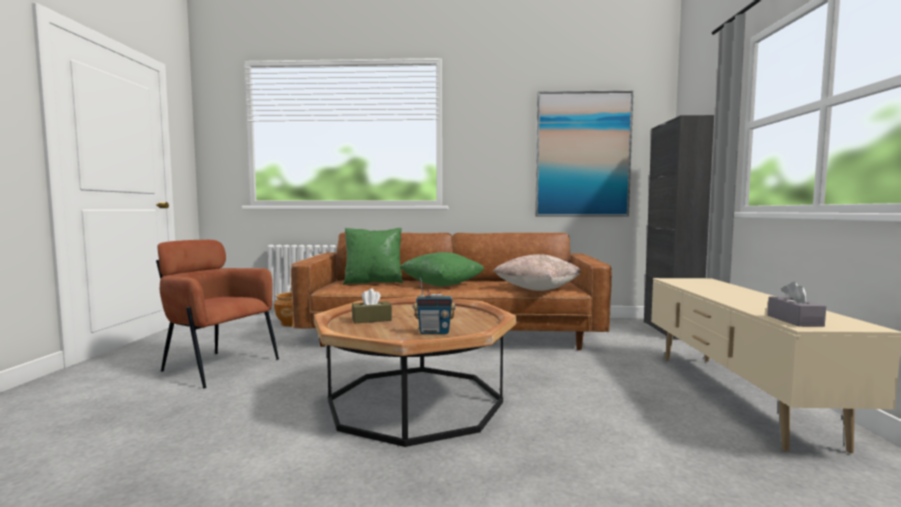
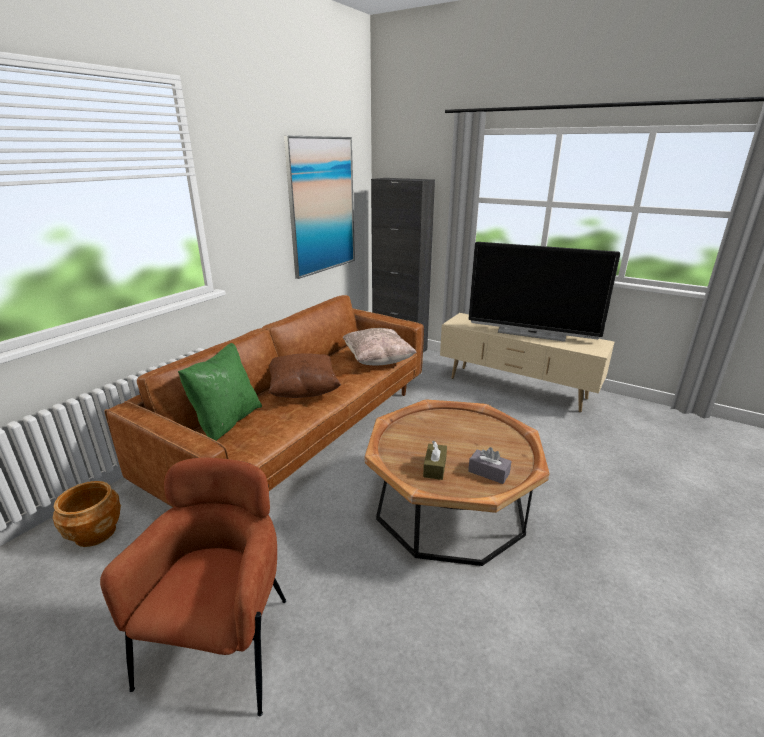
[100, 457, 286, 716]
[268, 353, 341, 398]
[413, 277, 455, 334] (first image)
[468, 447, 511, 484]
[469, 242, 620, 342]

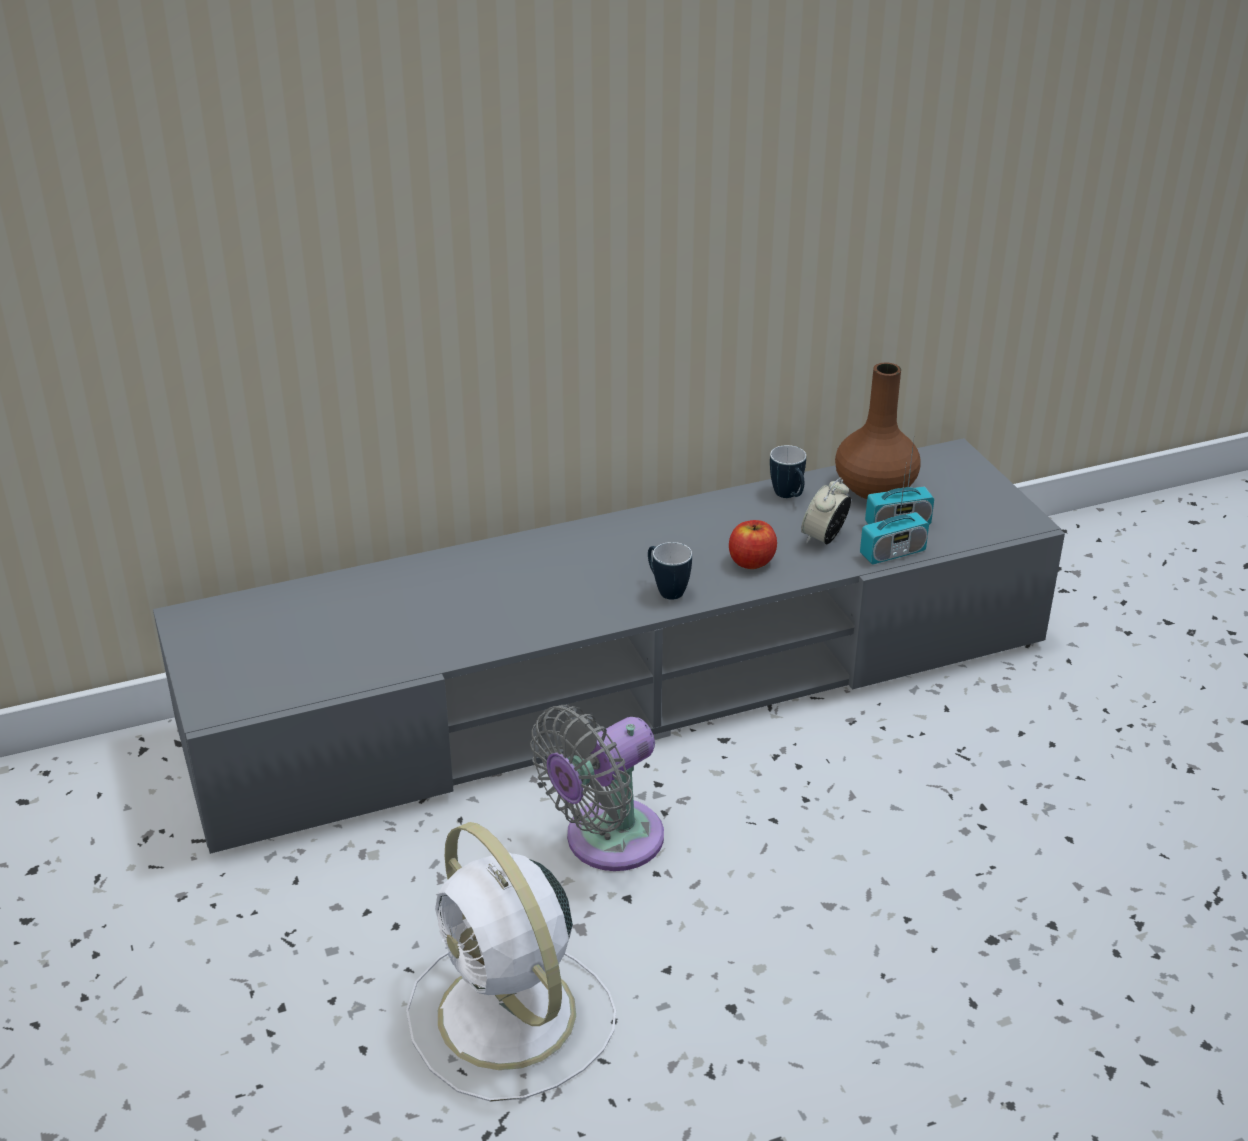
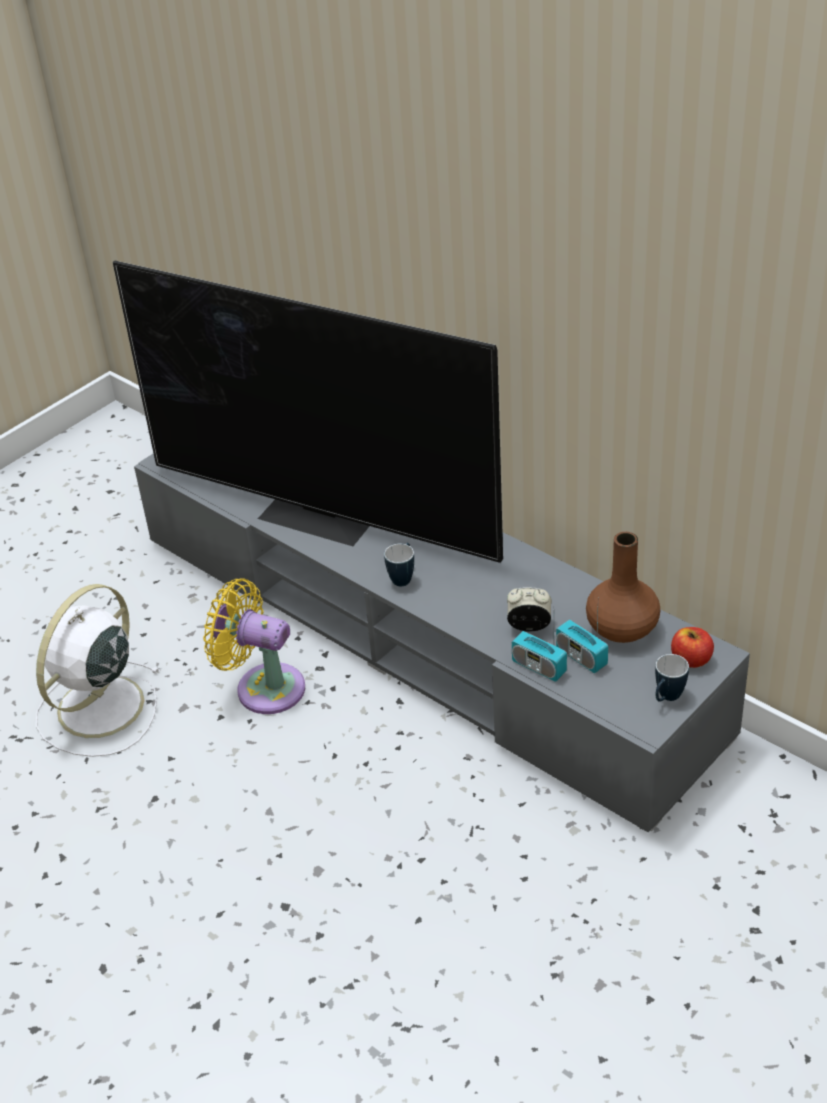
[203, 578, 305, 714]
[671, 627, 714, 668]
[655, 654, 689, 702]
[113, 261, 503, 563]

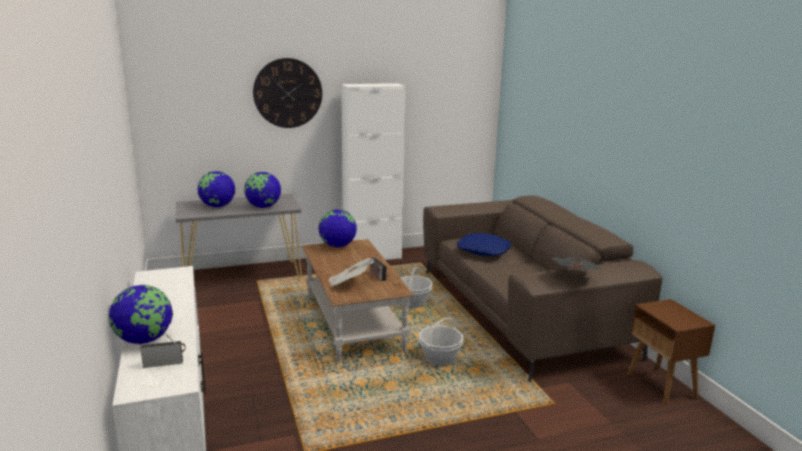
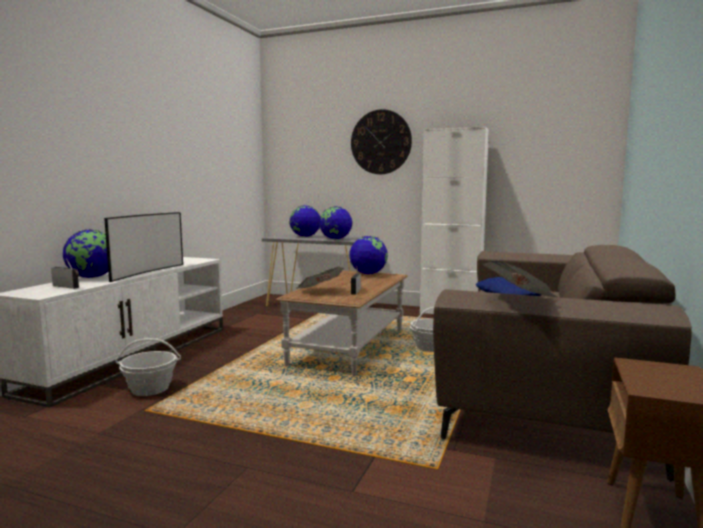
[115, 338, 181, 396]
[104, 212, 183, 282]

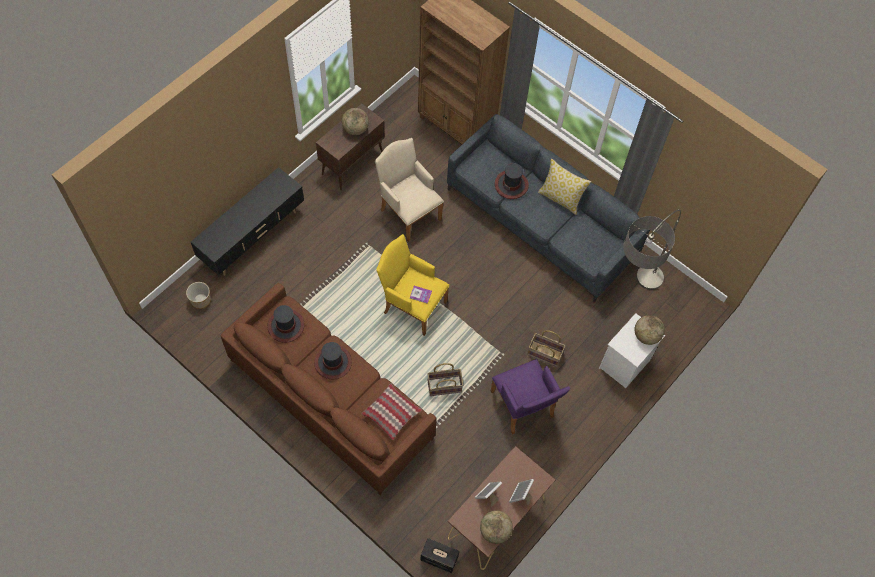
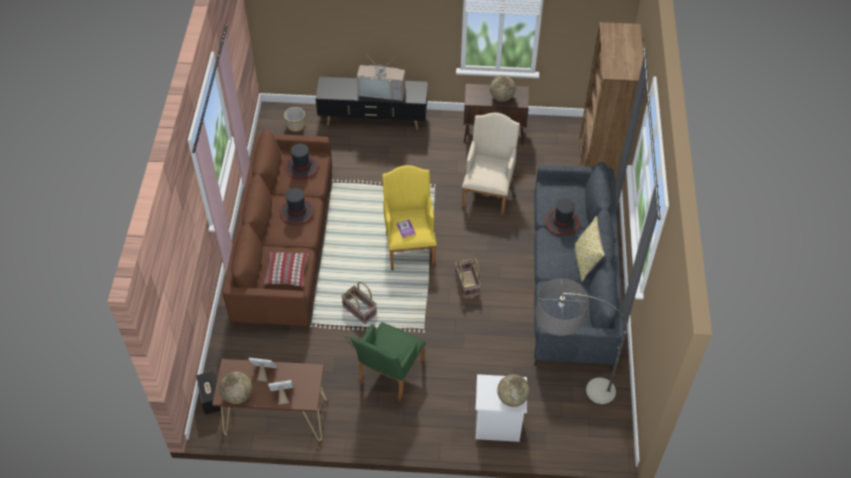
[350, 322, 426, 402]
[455, 258, 481, 298]
[357, 58, 405, 101]

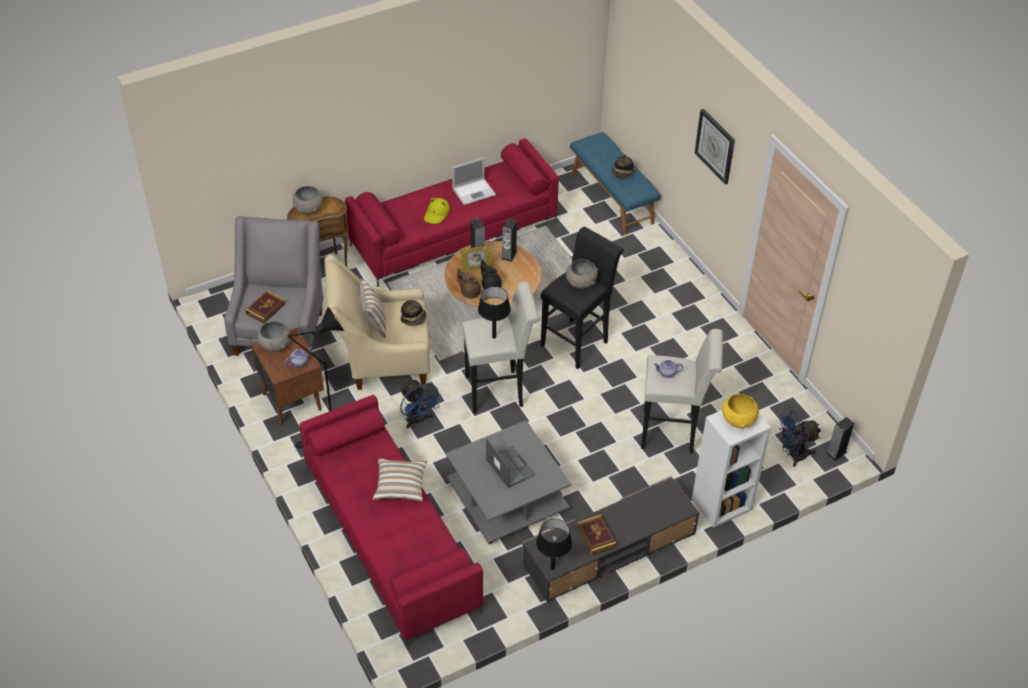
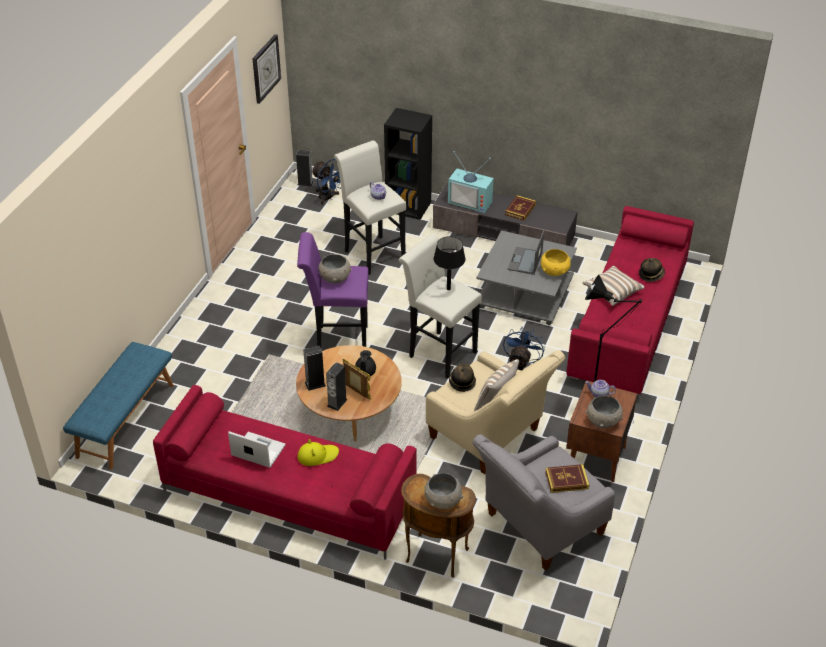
[457, 268, 481, 298] (first image)
[536, 519, 572, 570] (first image)
[297, 232, 369, 348]
[639, 258, 665, 282]
[384, 108, 432, 220]
[252, 34, 281, 104]
[541, 249, 571, 276]
[448, 151, 494, 213]

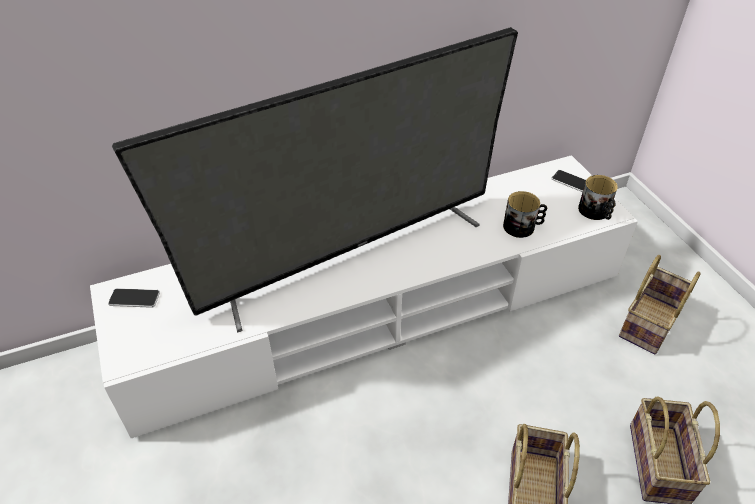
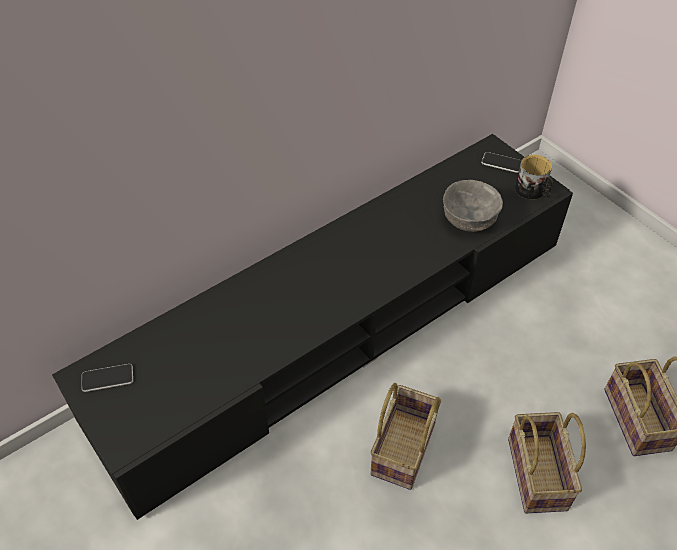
[52, 134, 573, 520]
[112, 27, 518, 333] (first image)
[443, 180, 503, 232]
[370, 383, 441, 490]

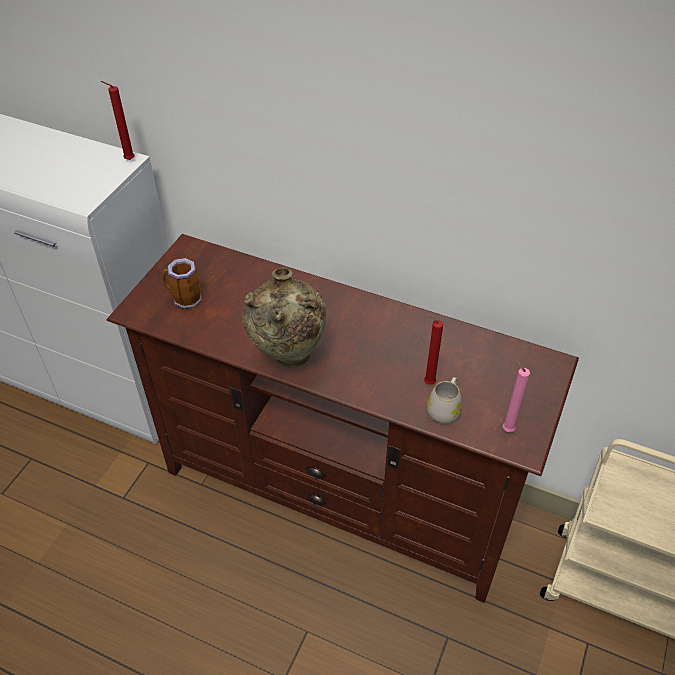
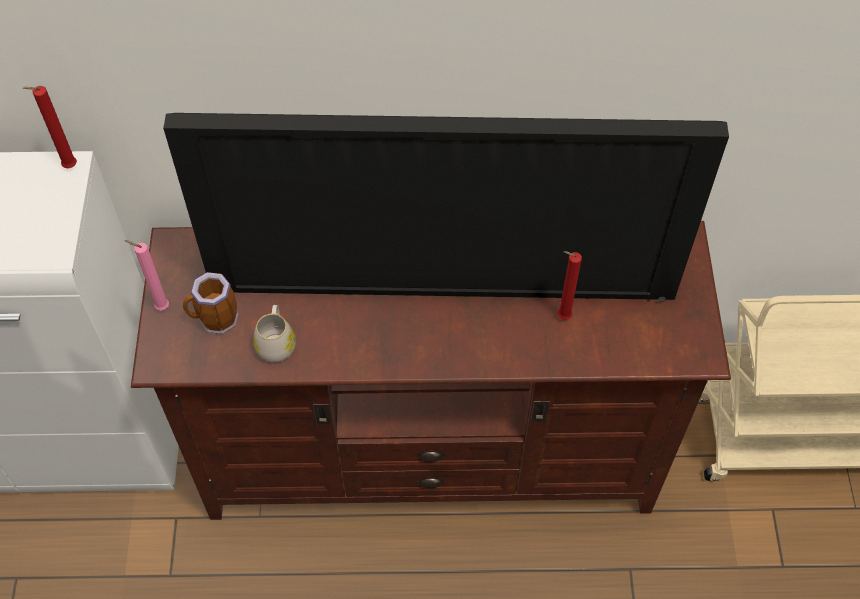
[242, 267, 326, 368] (first image)
[253, 305, 296, 362]
[124, 240, 169, 311]
[163, 113, 729, 302]

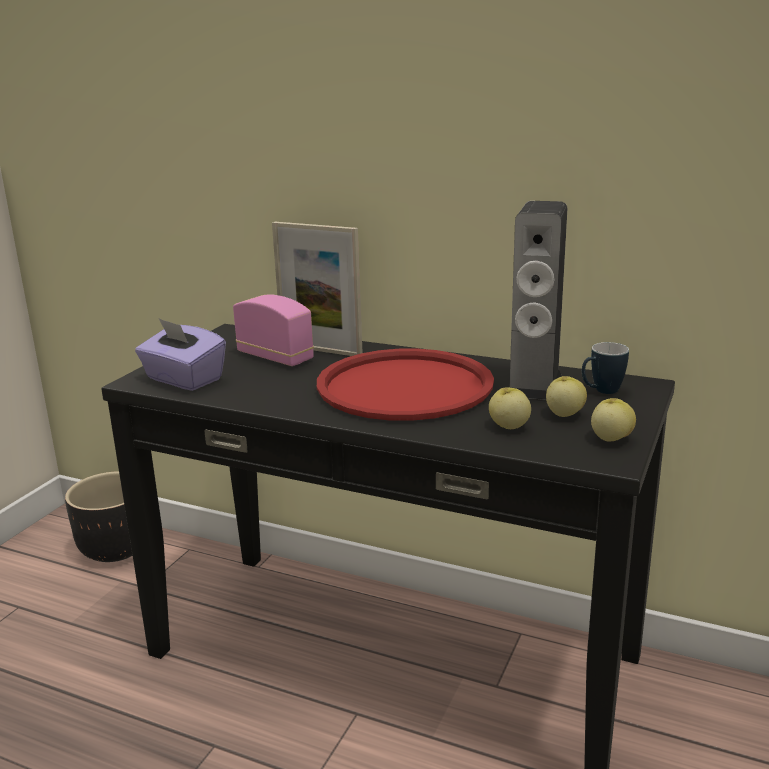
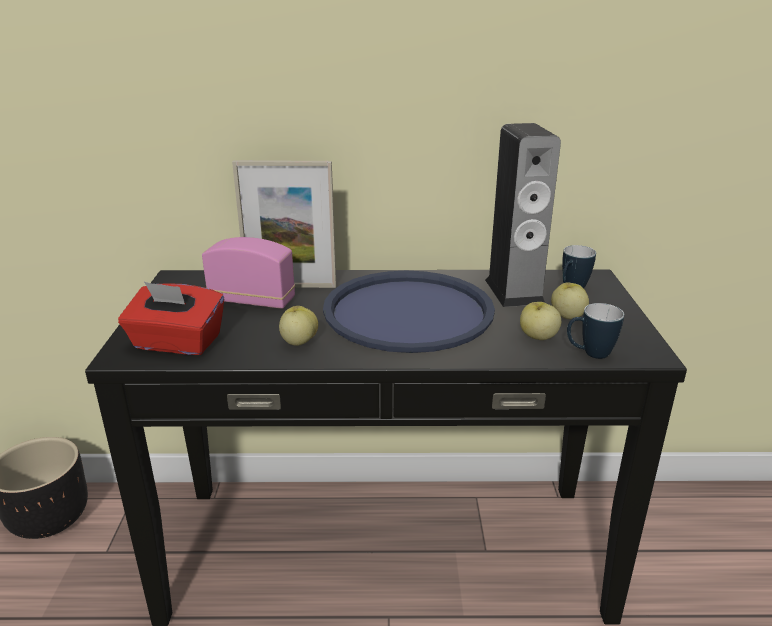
[118, 282, 224, 355]
[323, 271, 495, 353]
[279, 306, 318, 346]
[567, 303, 624, 359]

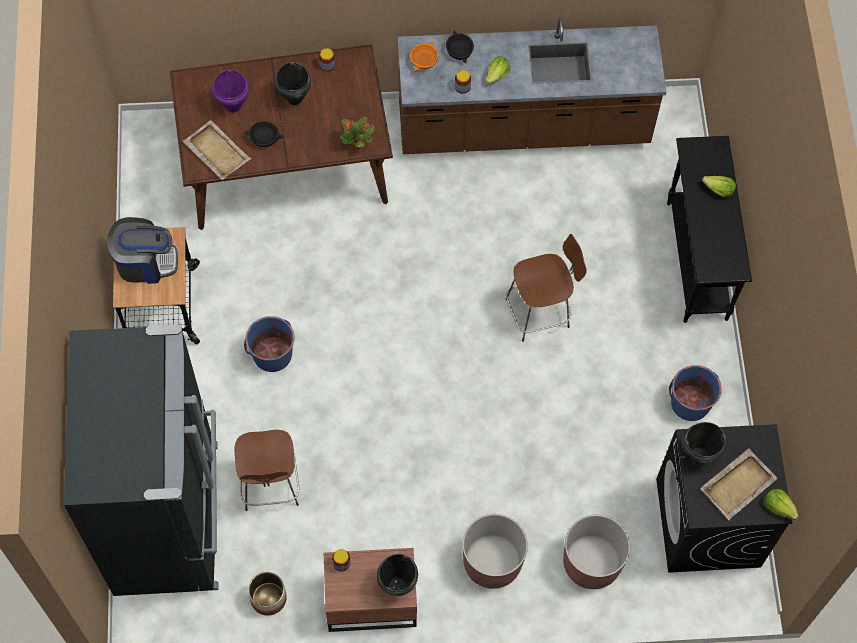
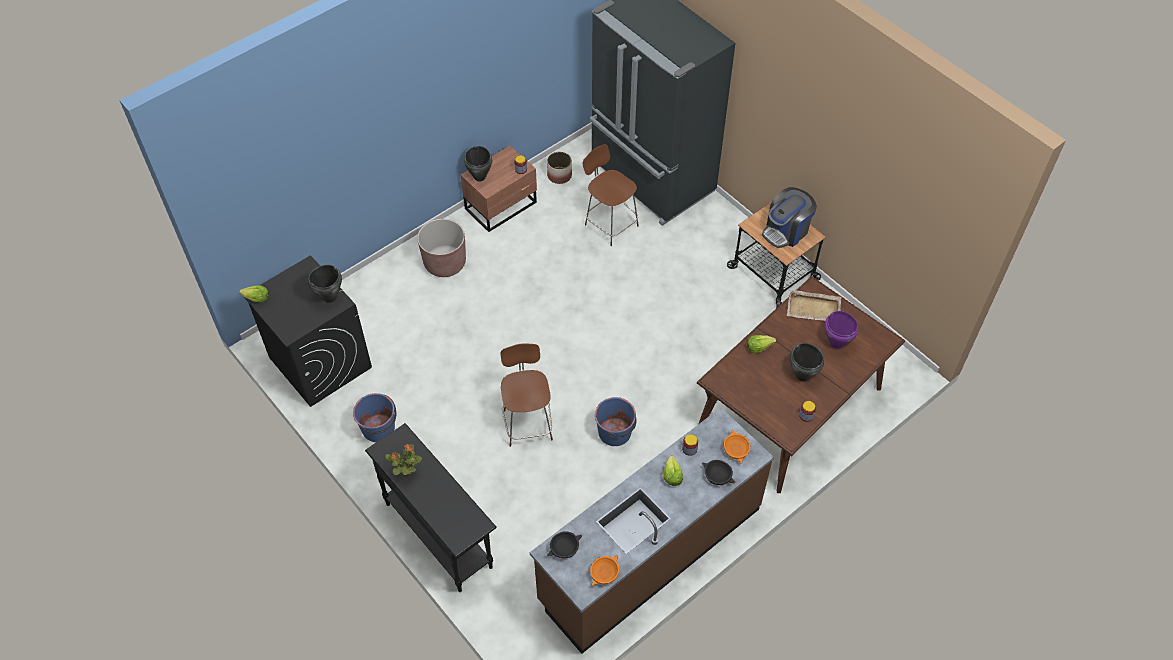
[547, 531, 582, 558]
[595, 397, 637, 446]
[386, 444, 422, 476]
[501, 344, 553, 447]
[563, 515, 630, 589] (first image)
[700, 448, 778, 520] (first image)
[747, 335, 776, 353]
[590, 555, 619, 586]

